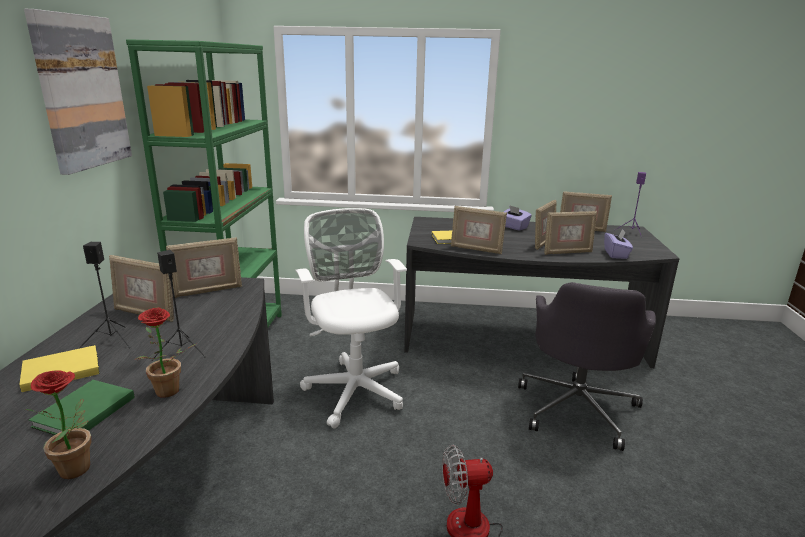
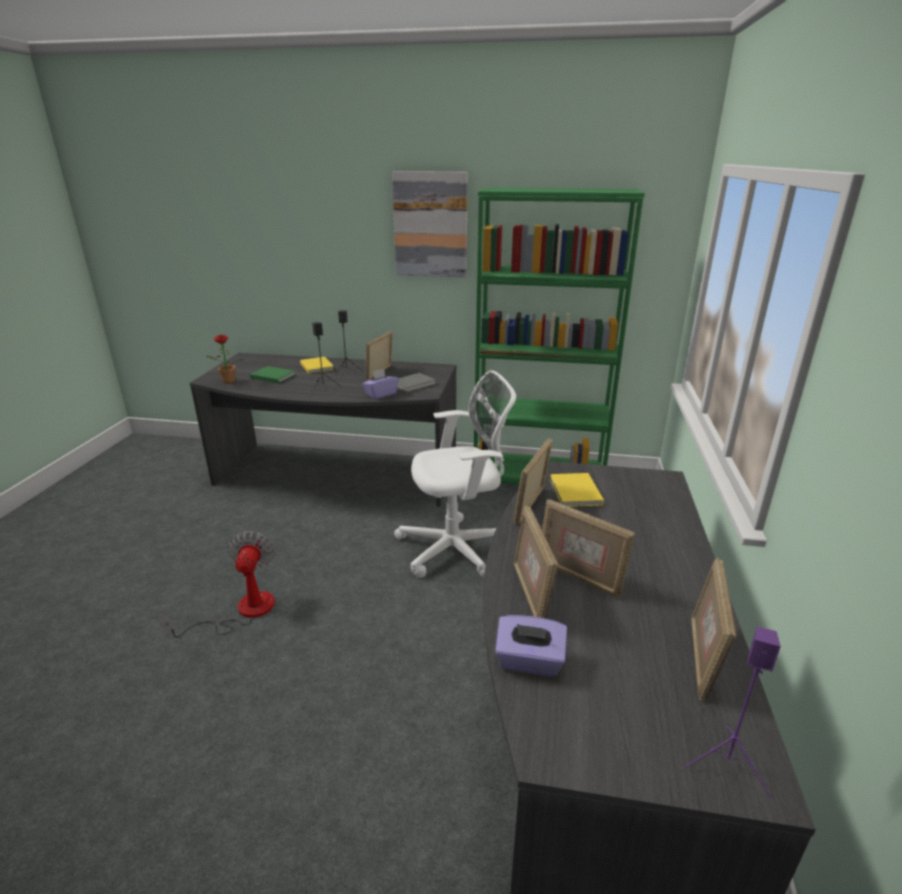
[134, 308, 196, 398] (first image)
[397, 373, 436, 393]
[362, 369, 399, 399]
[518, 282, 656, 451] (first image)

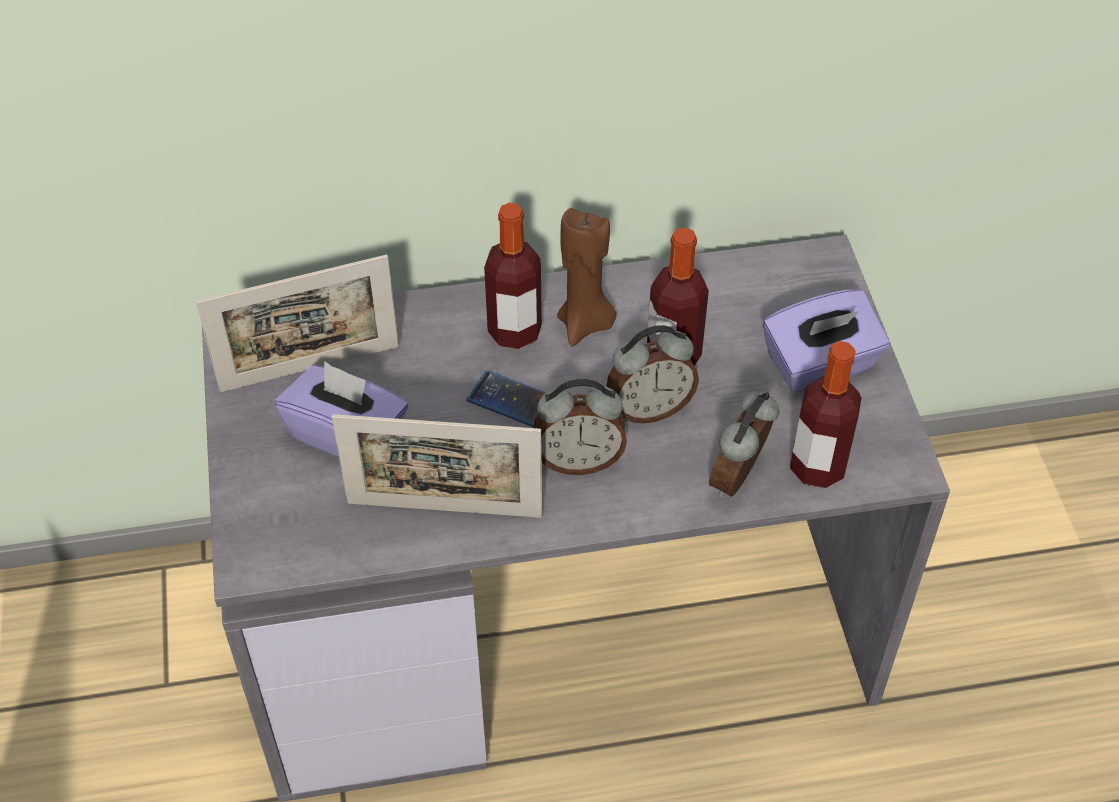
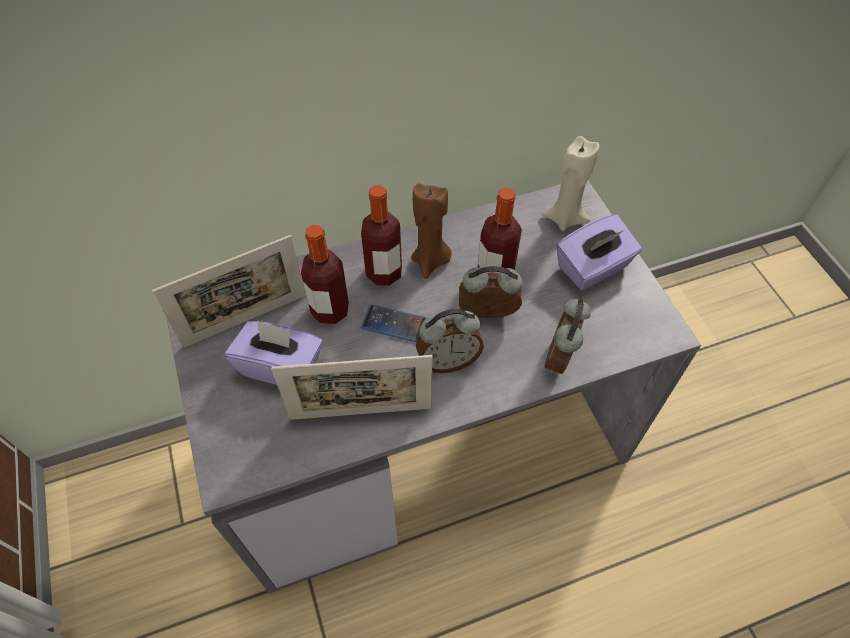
[459, 266, 522, 318]
[301, 225, 349, 324]
[541, 136, 599, 231]

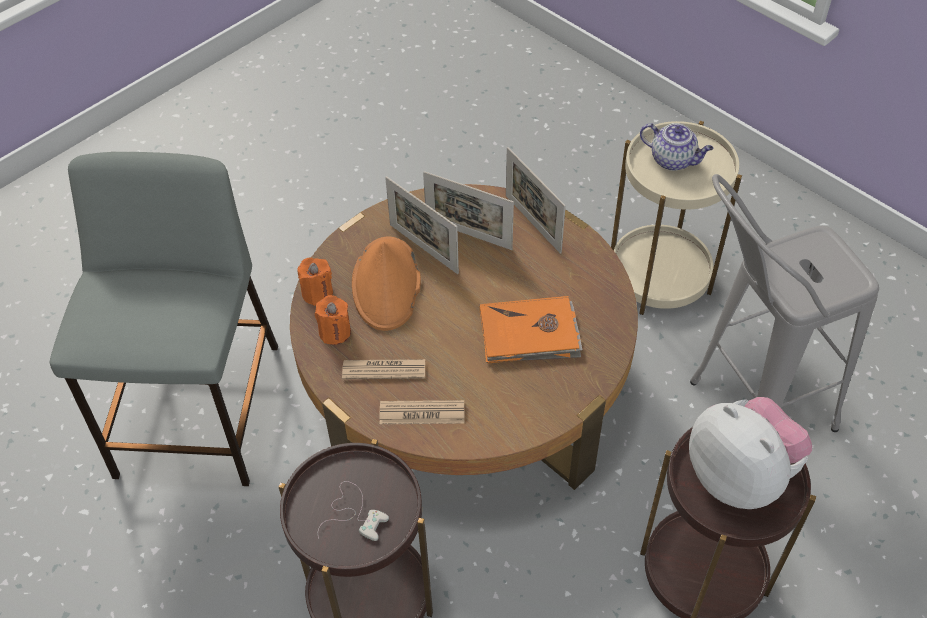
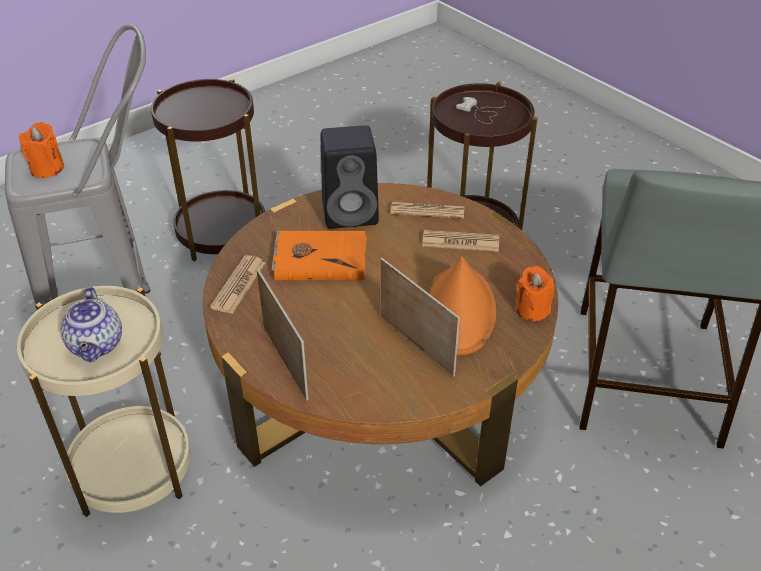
[19, 122, 64, 178]
[423, 171, 514, 250] (first image)
[60, 287, 122, 362]
[689, 397, 812, 509] (first image)
[210, 255, 265, 314]
[320, 125, 379, 229]

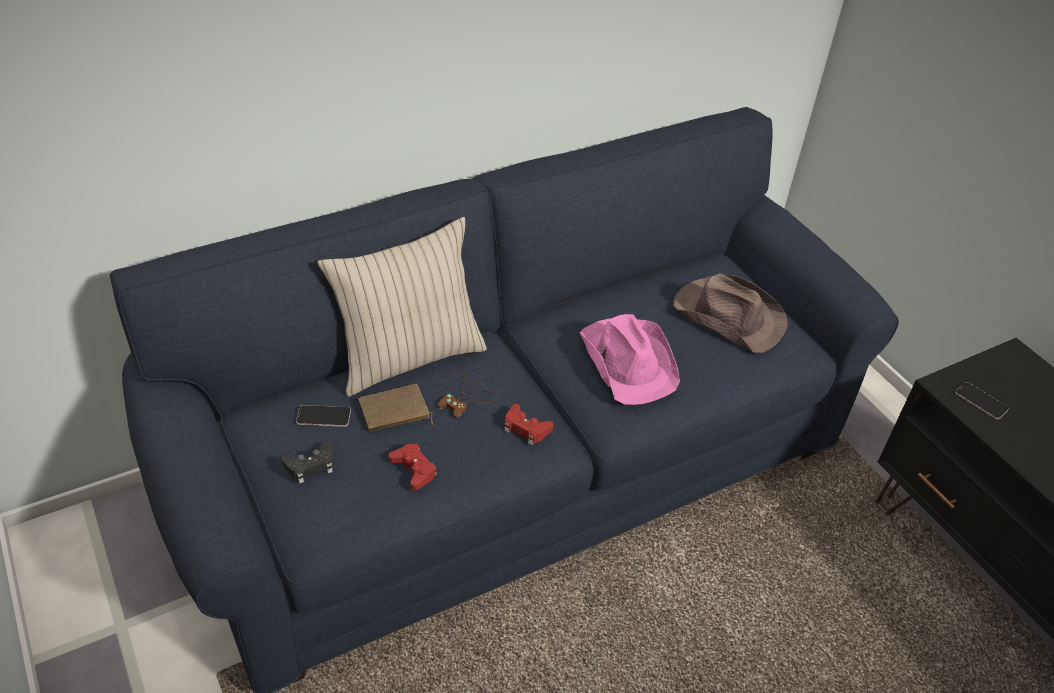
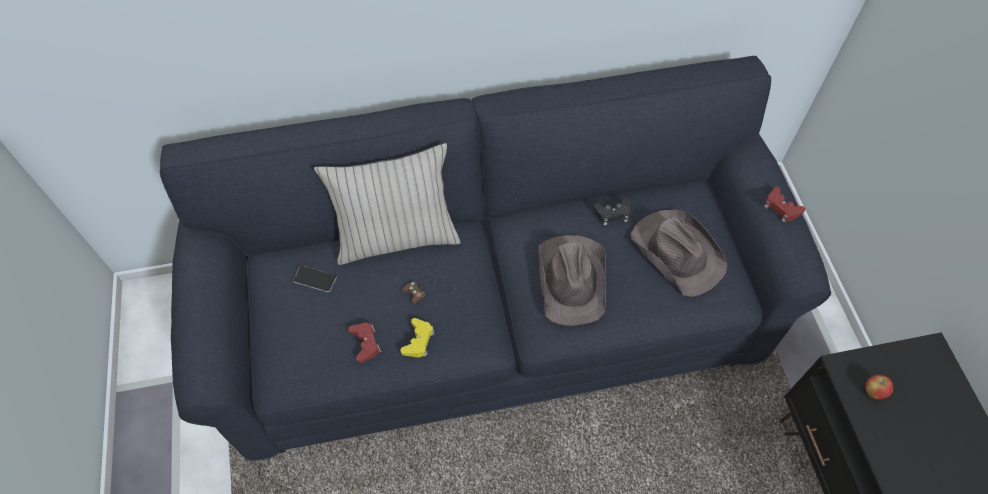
[593, 198, 631, 225]
[358, 384, 433, 432] (first image)
[764, 187, 805, 222]
[538, 235, 606, 325]
[865, 375, 893, 399]
[401, 318, 435, 357]

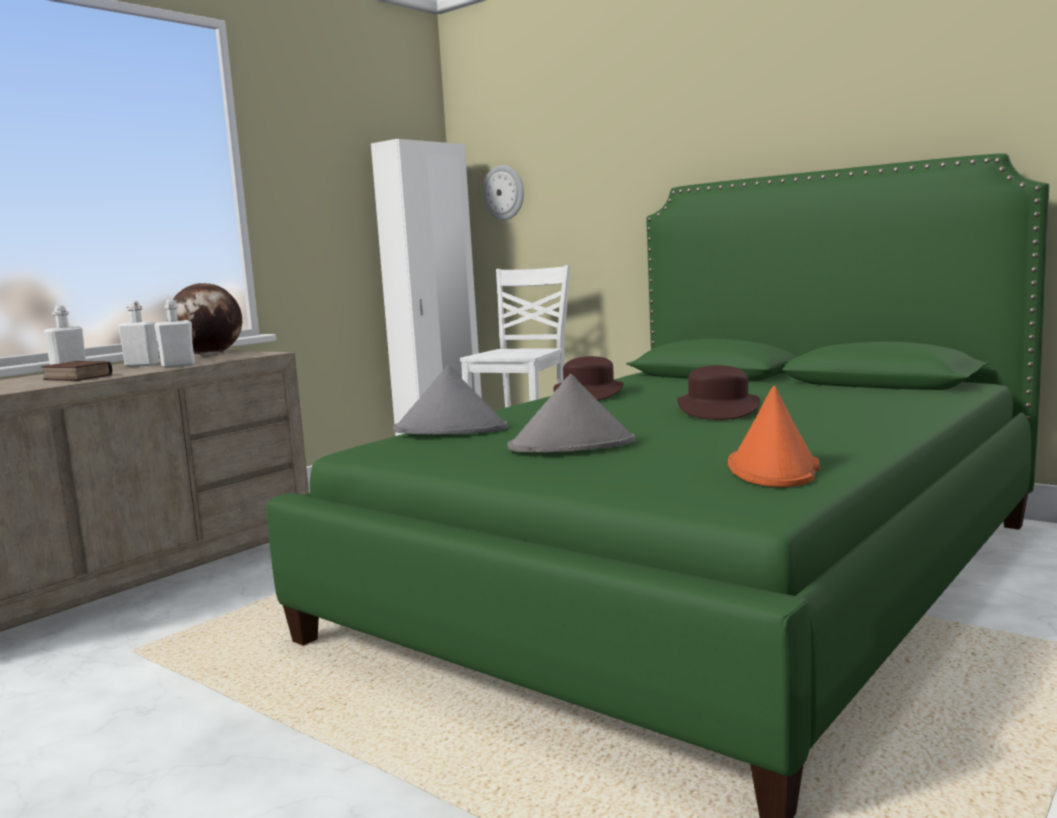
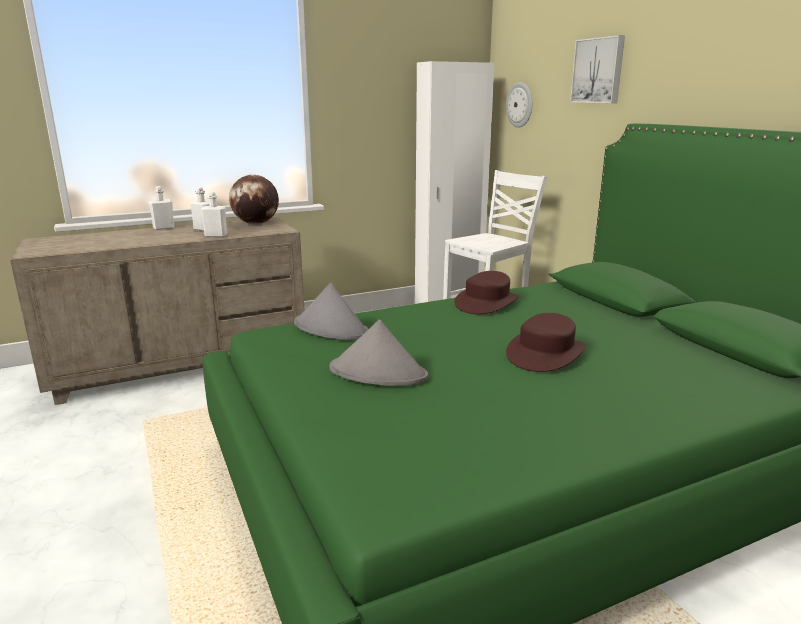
[41, 361, 112, 381] (first image)
[728, 386, 820, 487] (first image)
[570, 35, 625, 103]

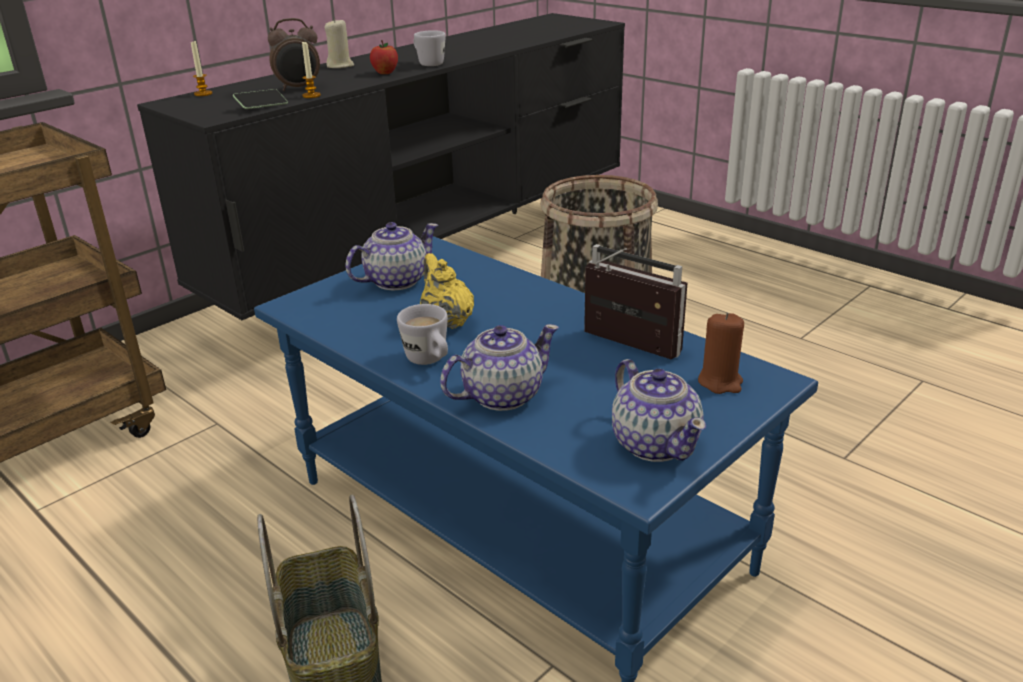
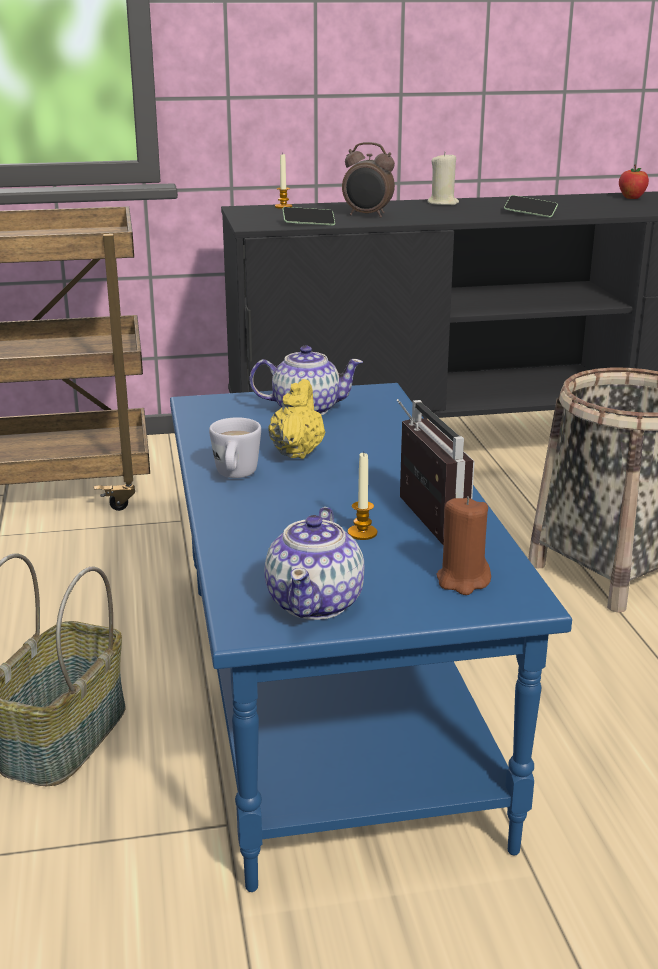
[348, 453, 377, 540]
[619, 164, 649, 199]
[504, 195, 558, 218]
[440, 324, 559, 411] (first image)

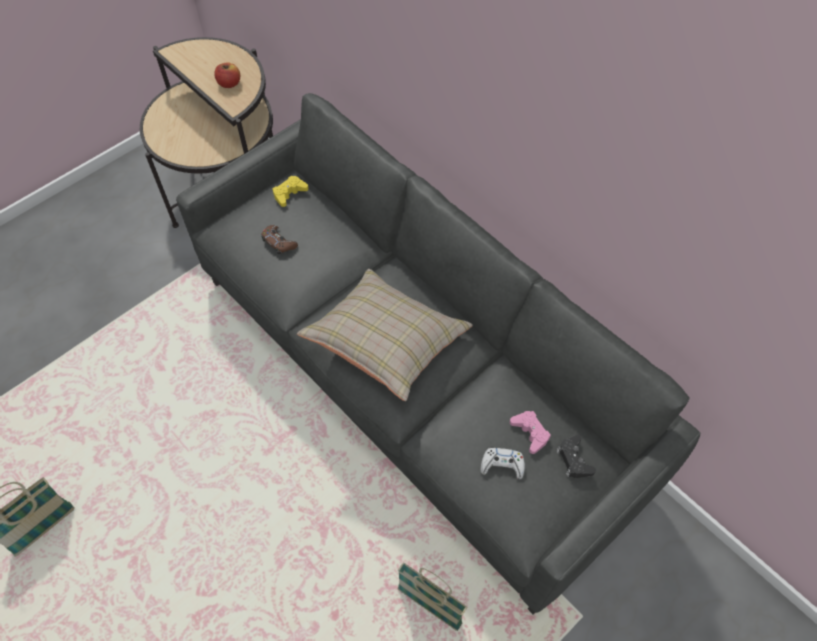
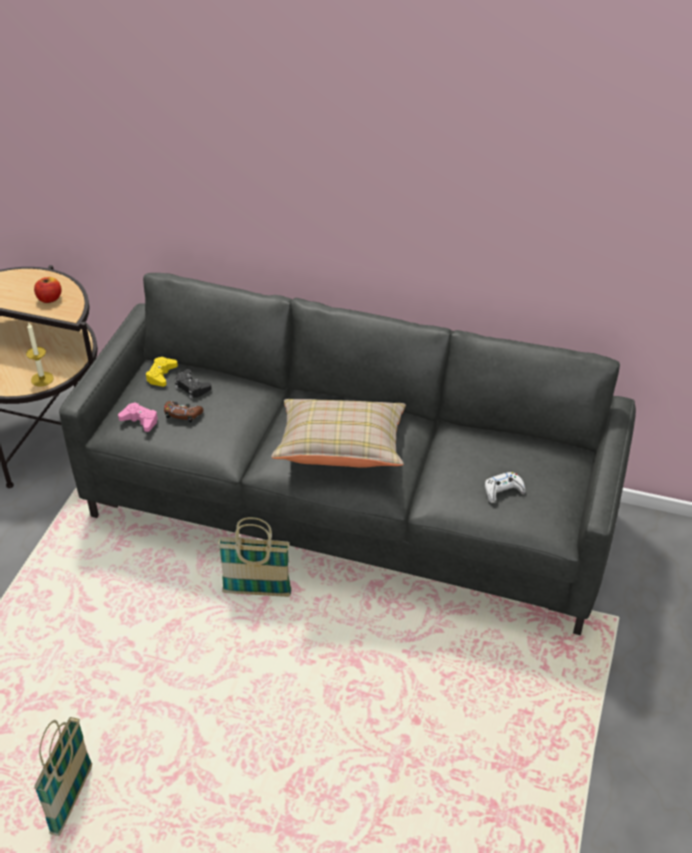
[218, 517, 292, 597]
[118, 402, 158, 432]
[175, 369, 212, 399]
[26, 323, 54, 387]

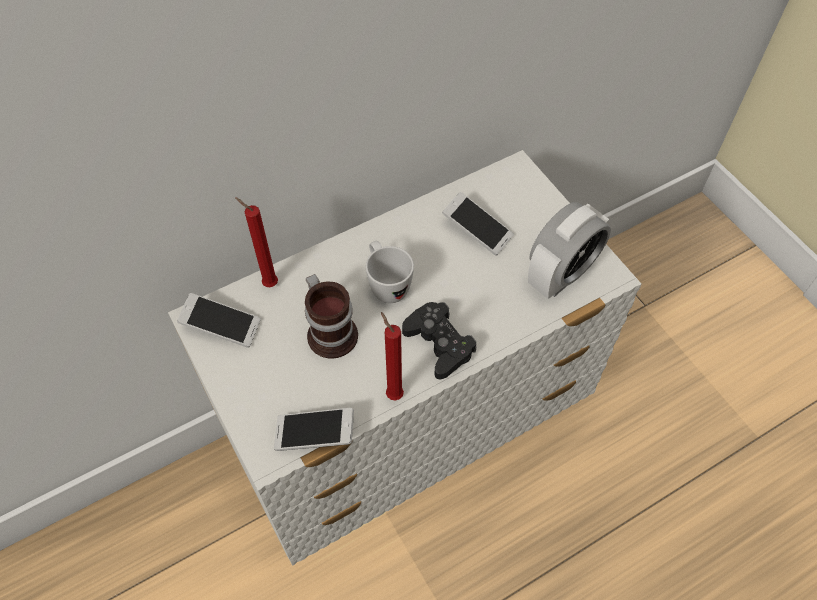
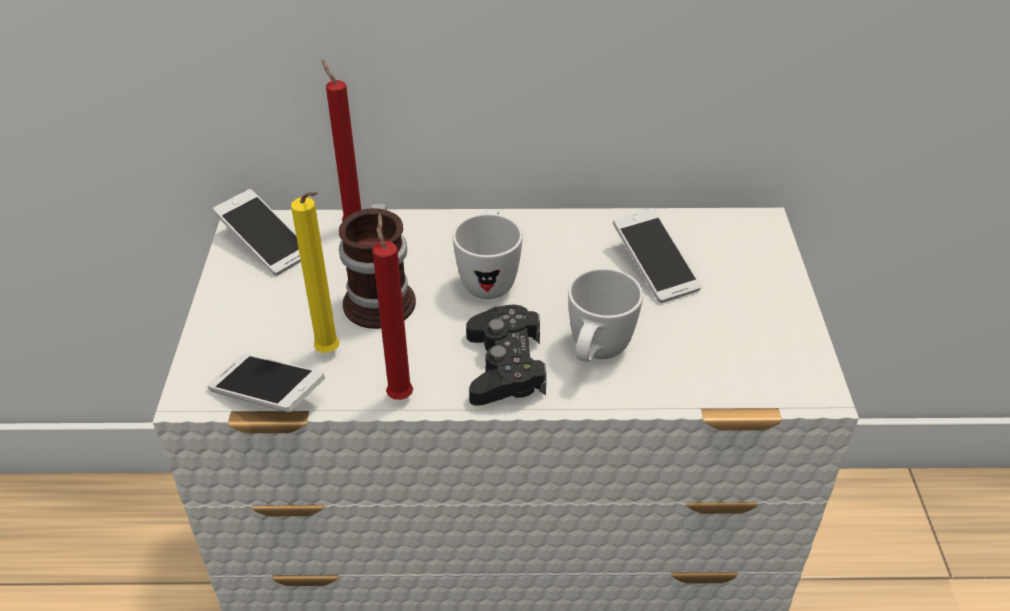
[528, 202, 611, 299] (first image)
[291, 192, 339, 353]
[568, 268, 643, 362]

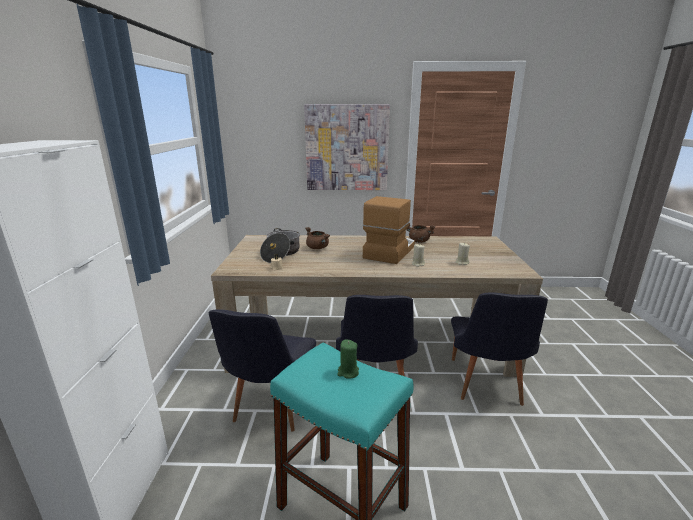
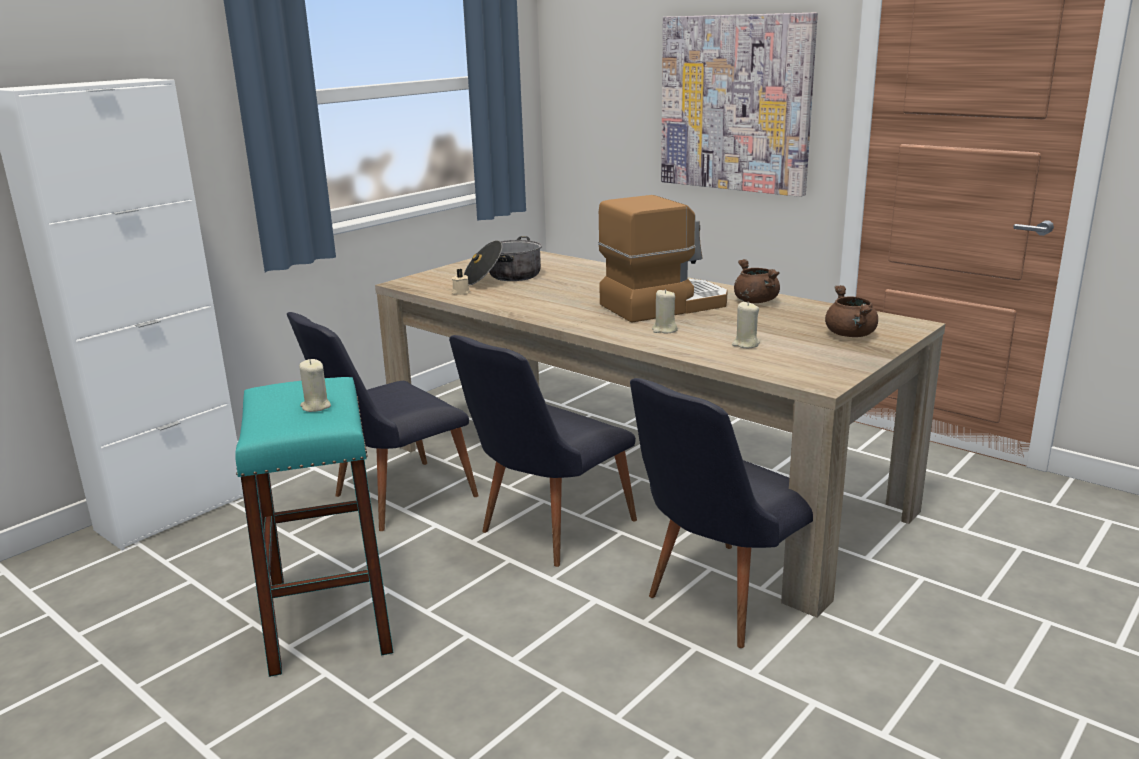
[825, 285, 878, 337]
[299, 359, 331, 412]

